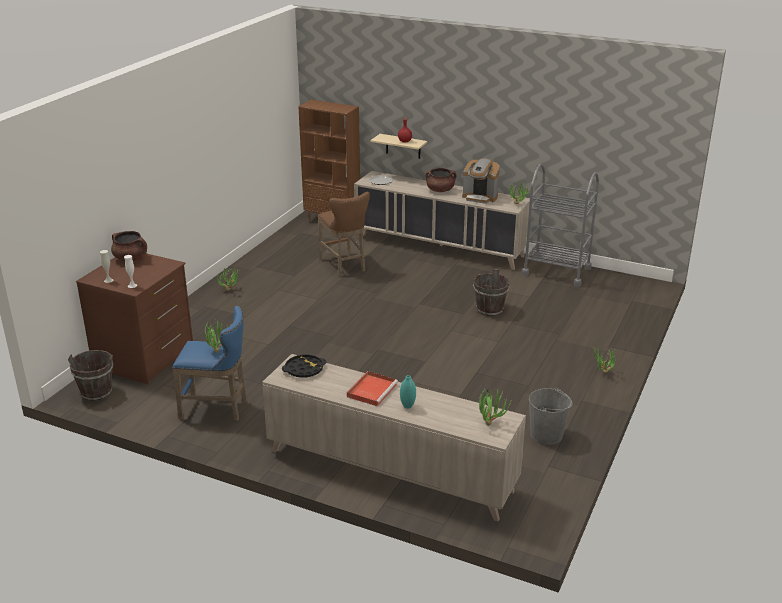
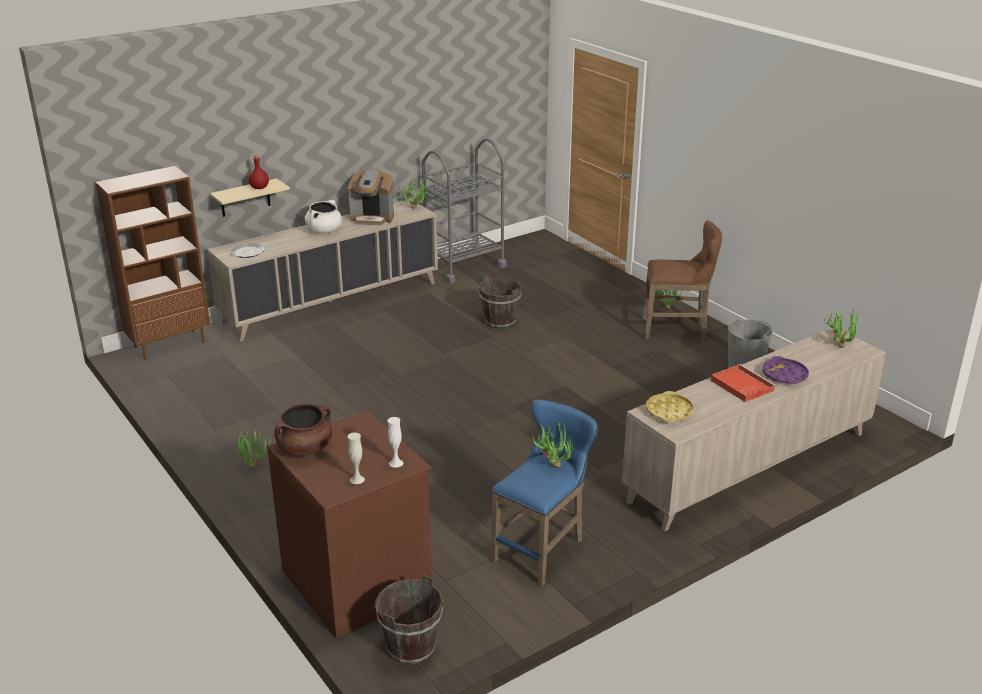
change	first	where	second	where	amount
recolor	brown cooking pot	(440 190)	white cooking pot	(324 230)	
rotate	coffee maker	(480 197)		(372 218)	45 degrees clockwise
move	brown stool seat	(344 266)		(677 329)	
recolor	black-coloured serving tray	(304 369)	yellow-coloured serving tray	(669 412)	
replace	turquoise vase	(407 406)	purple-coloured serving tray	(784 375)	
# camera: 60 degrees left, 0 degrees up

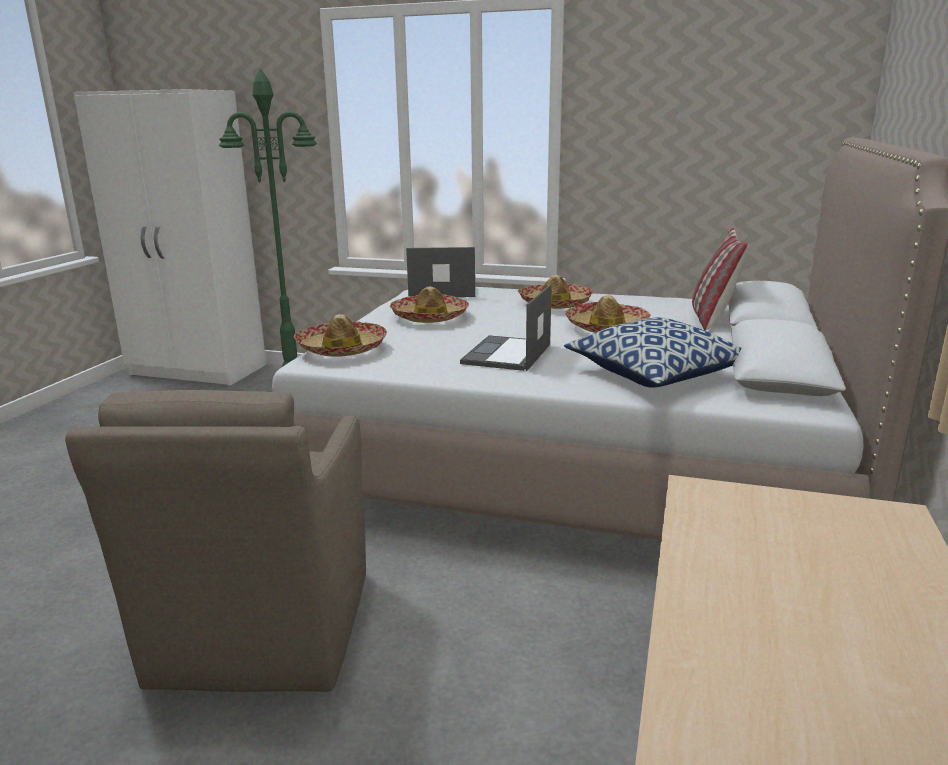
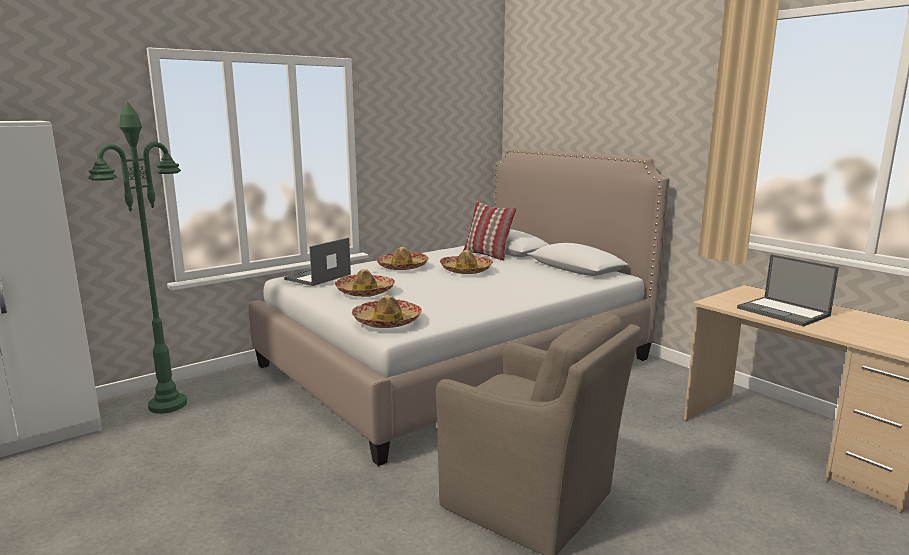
change	first	where	second	where	amount
move	laptop	(507 354)		(784 312)	
delete	pillow	(656 375)			
# camera: 55 degrees left, 5 degrees down

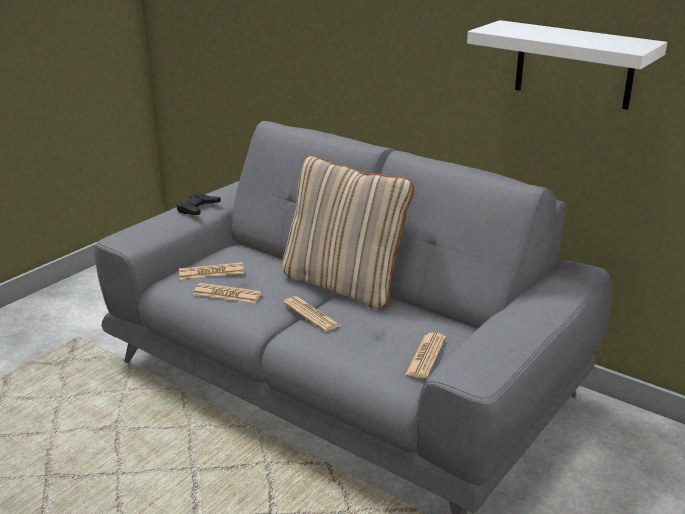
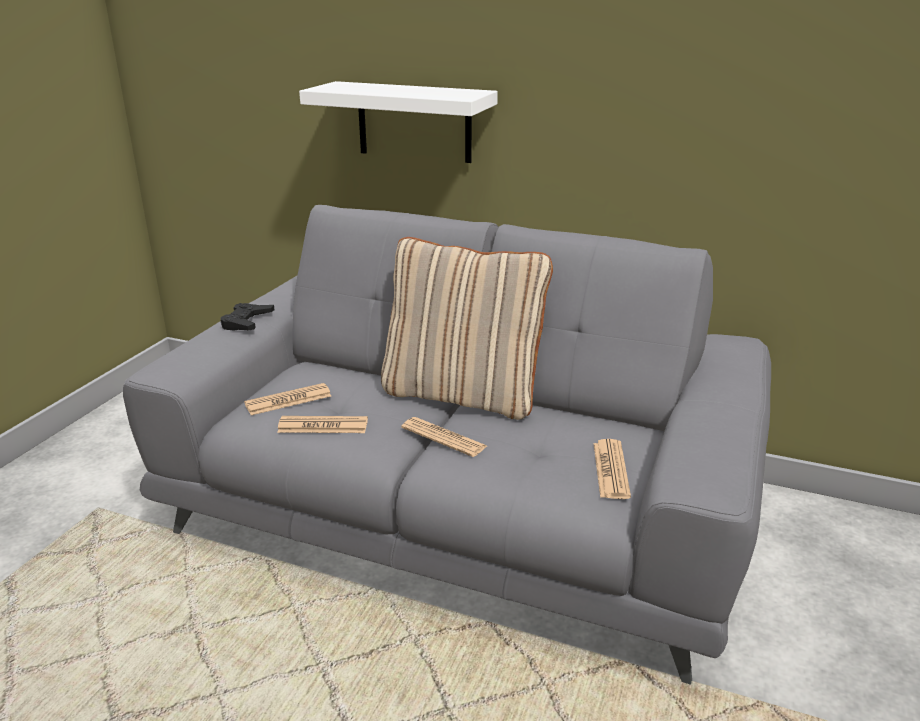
change	first	where	second	where	amount
move	white wall shelf	(574 65)		(414 122)	
# camera: 15 degrees left, 0 degrees up

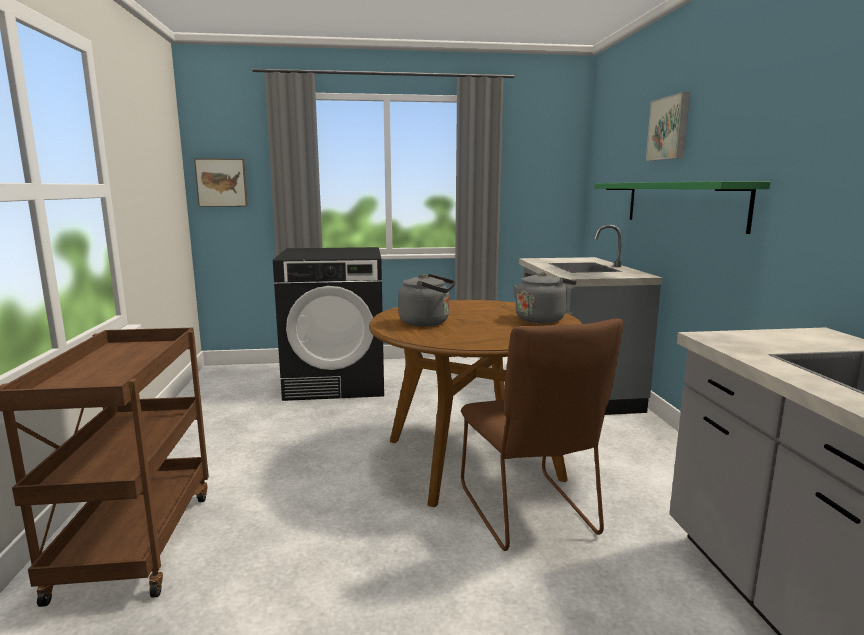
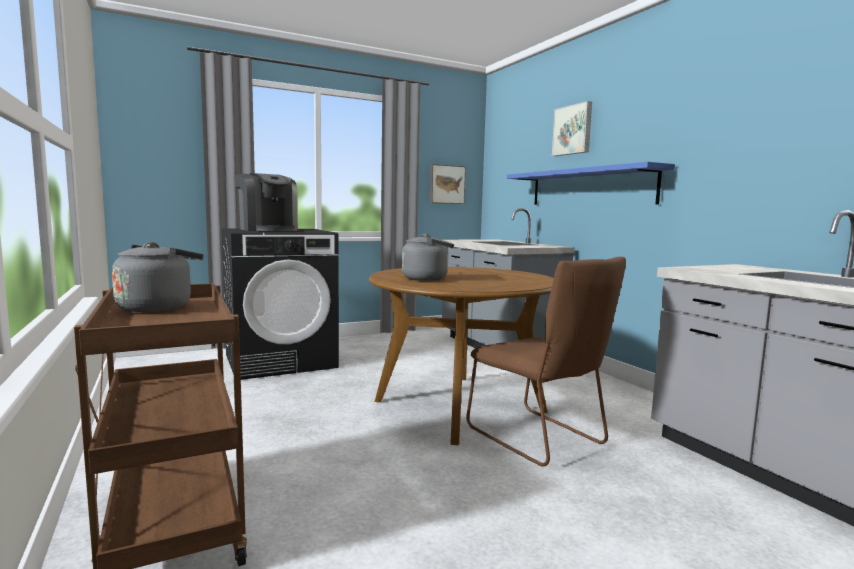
change	first	where	second	where	amount
move	gray tea kettle	(541 319)		(158 307)	
insert			coffee maker	(267 230)	
move	wall art	(222 182)		(446 184)	
recolor	green-coloured wall shelf	(681 204)	blue wall shelf	(589 187)	
# camera: 20 degrees left, 5 degrees down

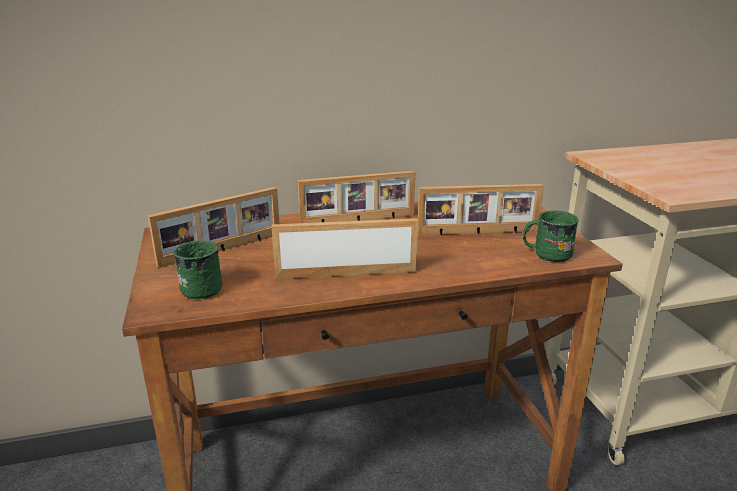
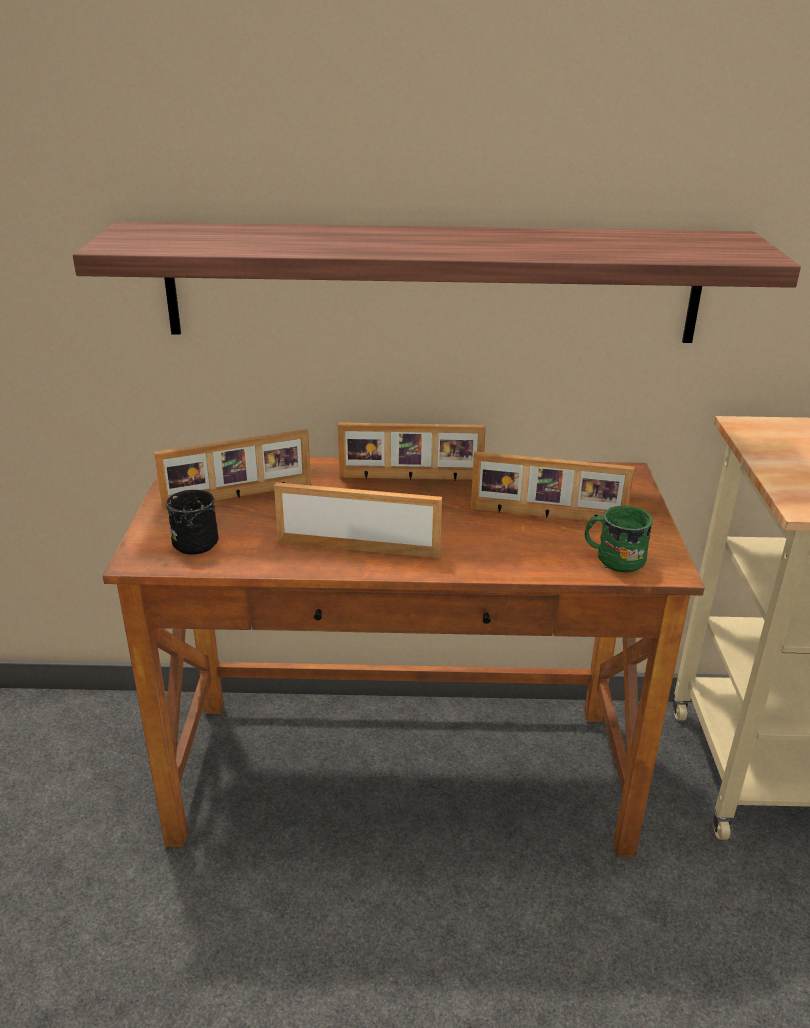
change	first	where	second	where	amount
insert			wall shelf	(432 283)	
recolor	green-coloured mug	(204 286)	black-coloured mug	(200 540)	
# camera: 15 degrees right, 5 degrees up

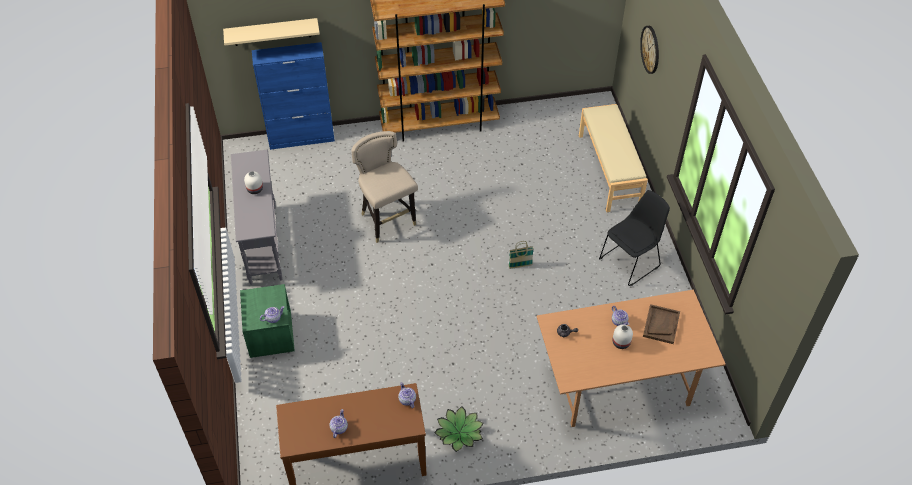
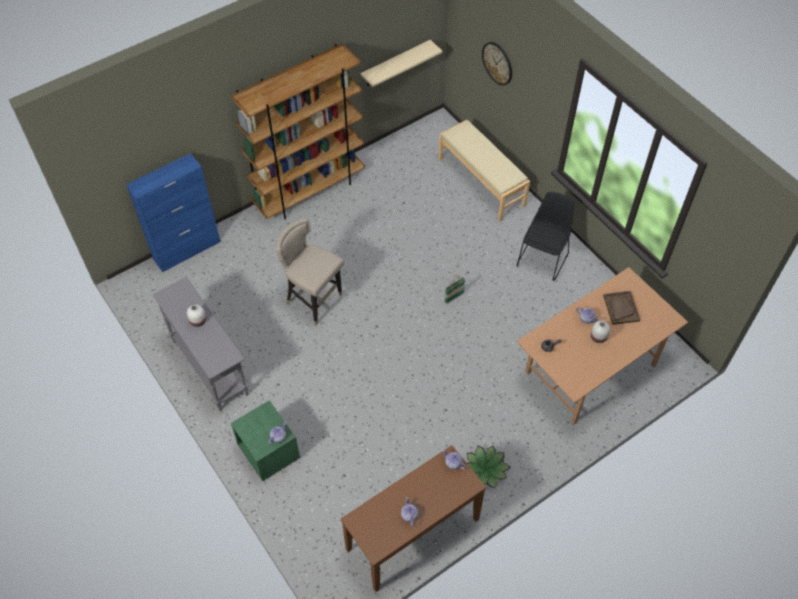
change	first	where	second	where	amount
move	beige wall shelf	(272 32)		(395 64)	
# camera: 25 degrees left, 5 degrees up

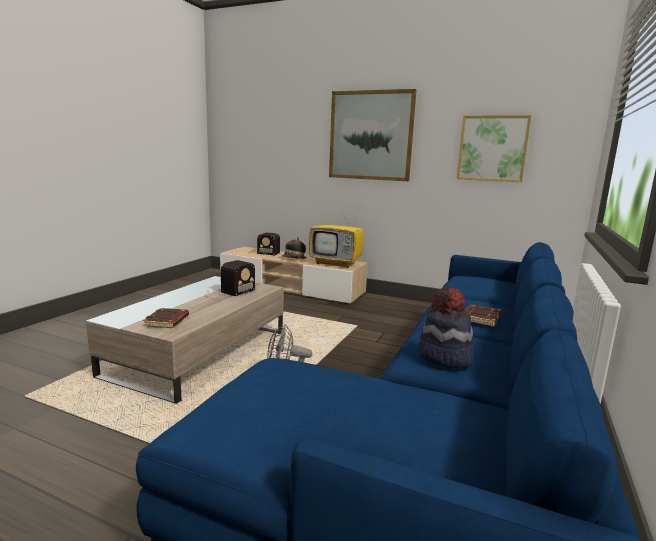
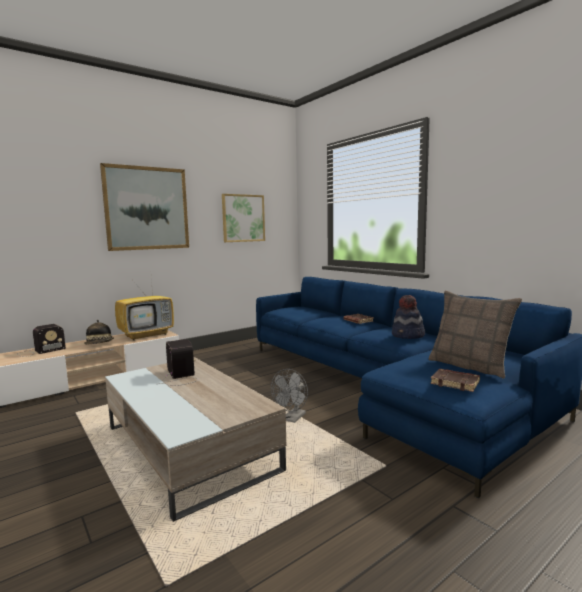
change	first	where	second	where	amount
insert			pillow	(470 366)	
move	brown volume	(167 321)		(456 383)	
# camera: 60 degrees left, 5 degrees down

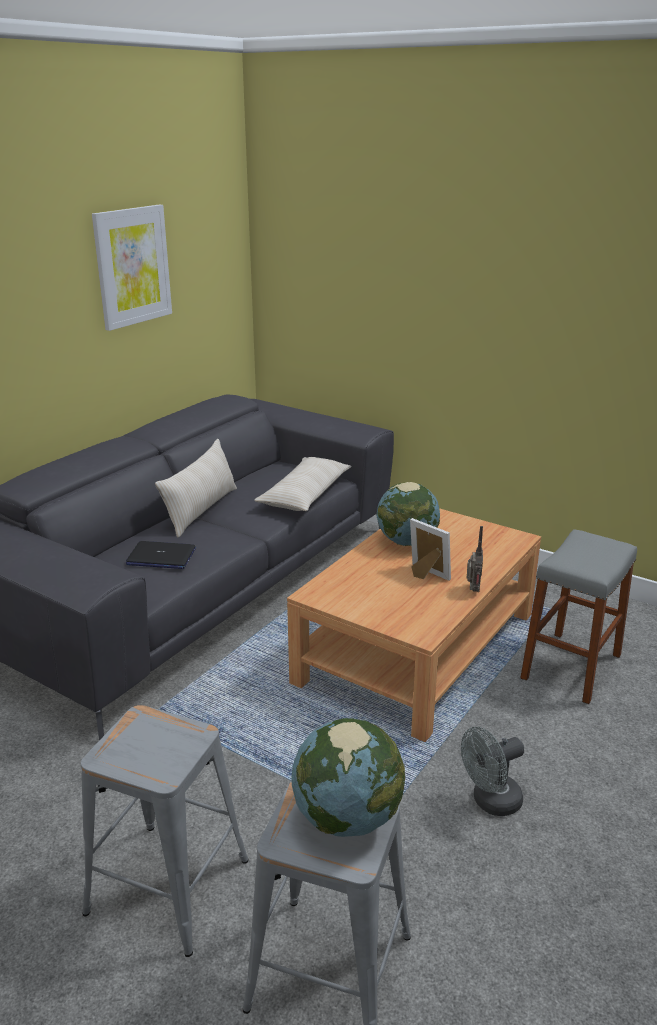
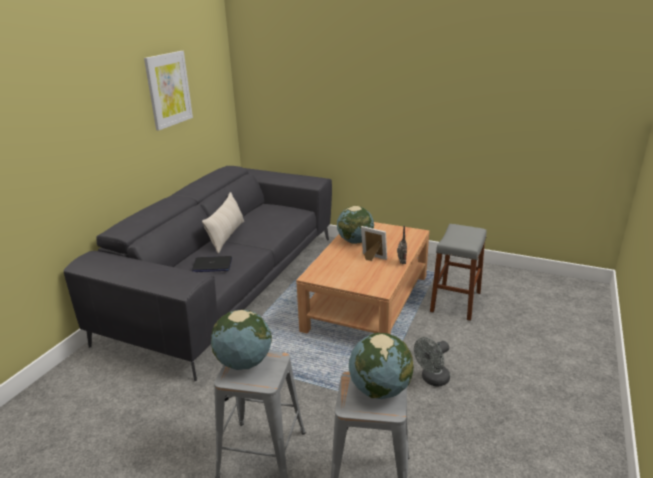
change	first	where	second	where	amount
insert			desk globe	(243 362)	
delete	beige pillow	(305 494)			
# camera: 10 degrees left, 0 degrees up

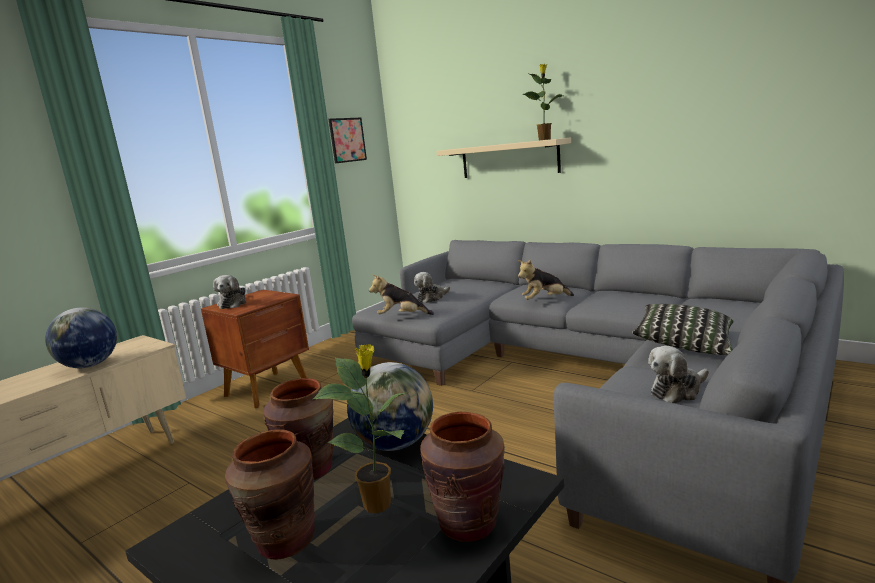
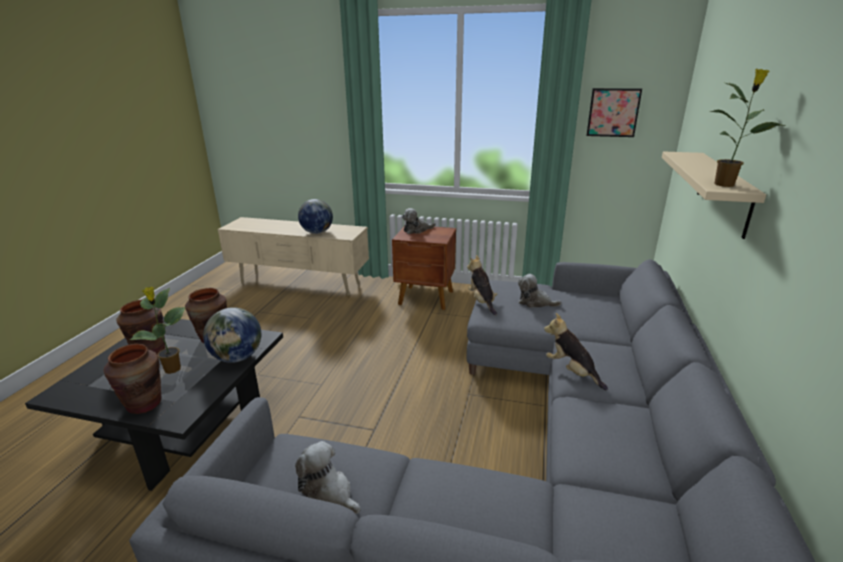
change	first	where	second	where	amount
delete	pillow	(684 344)			
# camera: 65 degrees right, 10 degrees up

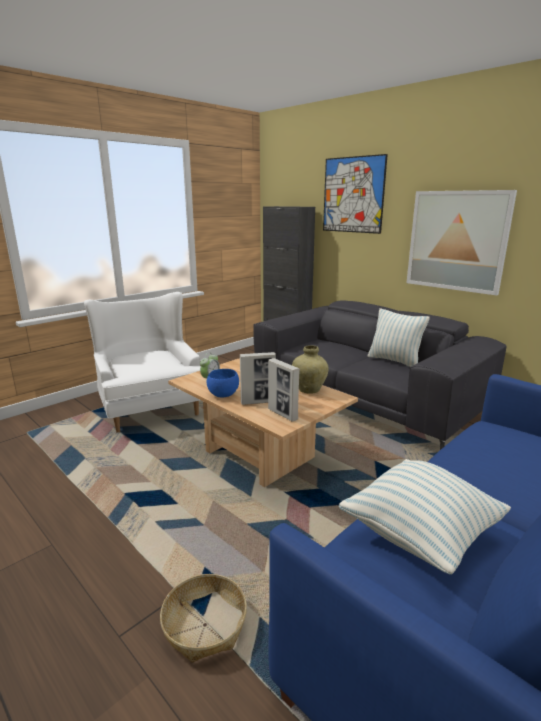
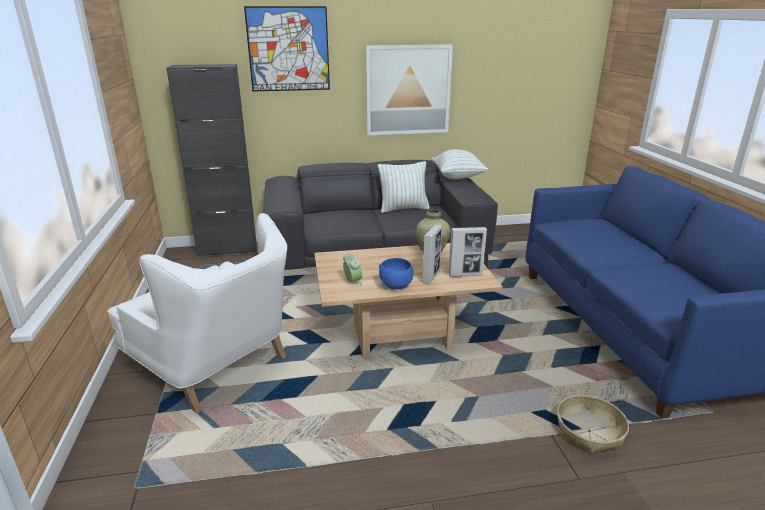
change	first	where	second	where	amount
rotate	white easy chair	(150 407)		(215 365)	150 degrees counterclockwise
move	pillow	(420 535)		(457 177)	
# camera: 55 degrees left, 5 degrees up

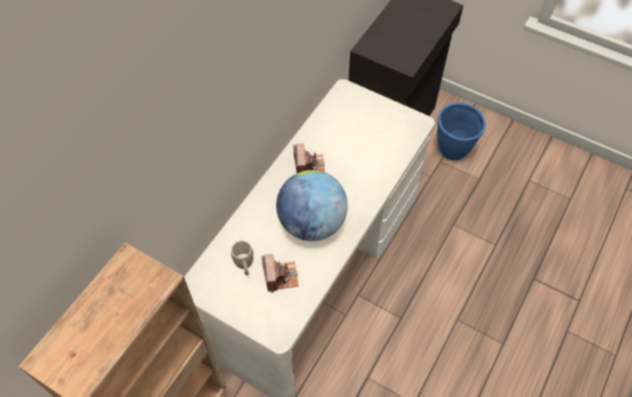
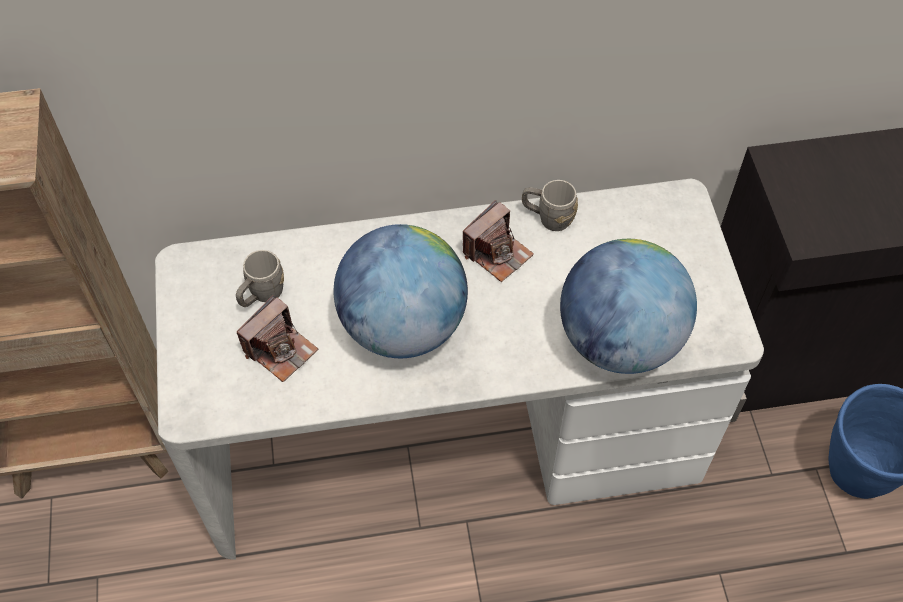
change	first	where	second	where	amount
insert			gray mug	(547 217)	
insert			desk globe	(619 340)	
# camera: 50 degrees right, 0 degrees up

